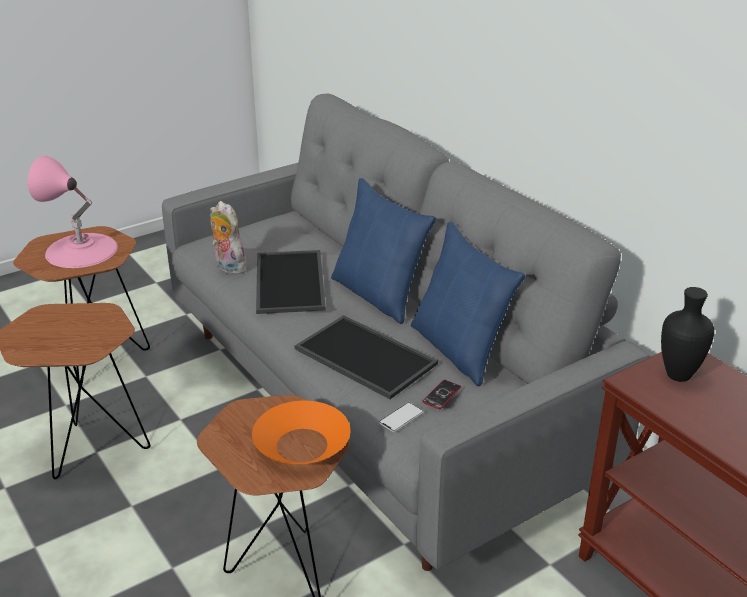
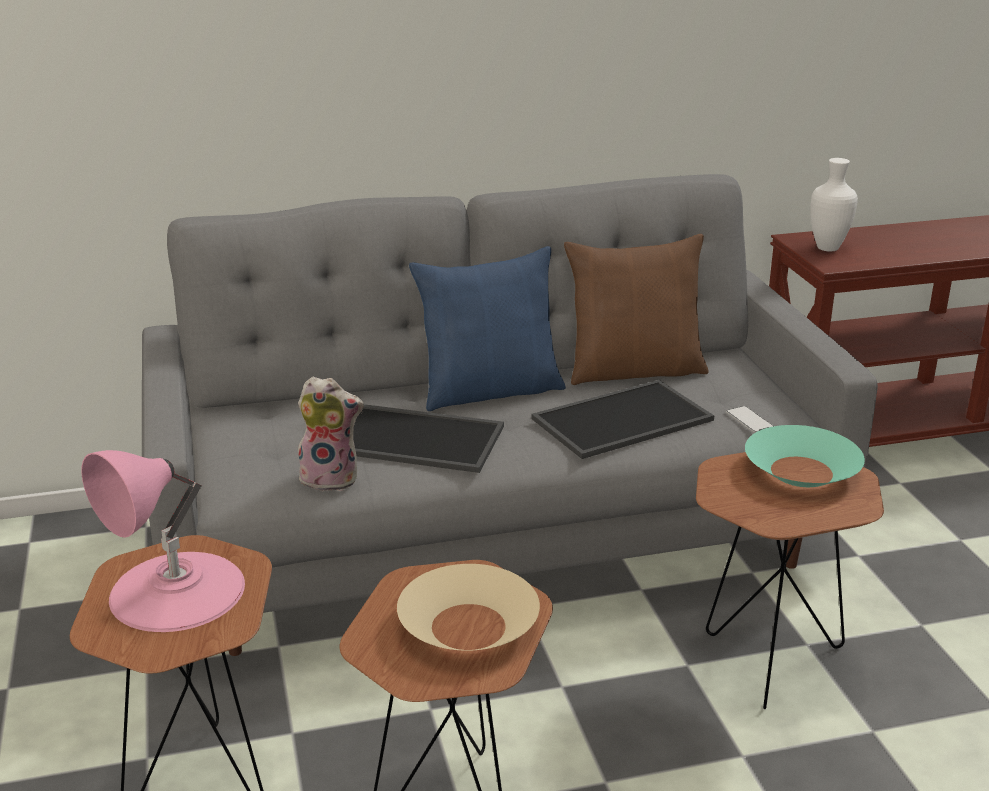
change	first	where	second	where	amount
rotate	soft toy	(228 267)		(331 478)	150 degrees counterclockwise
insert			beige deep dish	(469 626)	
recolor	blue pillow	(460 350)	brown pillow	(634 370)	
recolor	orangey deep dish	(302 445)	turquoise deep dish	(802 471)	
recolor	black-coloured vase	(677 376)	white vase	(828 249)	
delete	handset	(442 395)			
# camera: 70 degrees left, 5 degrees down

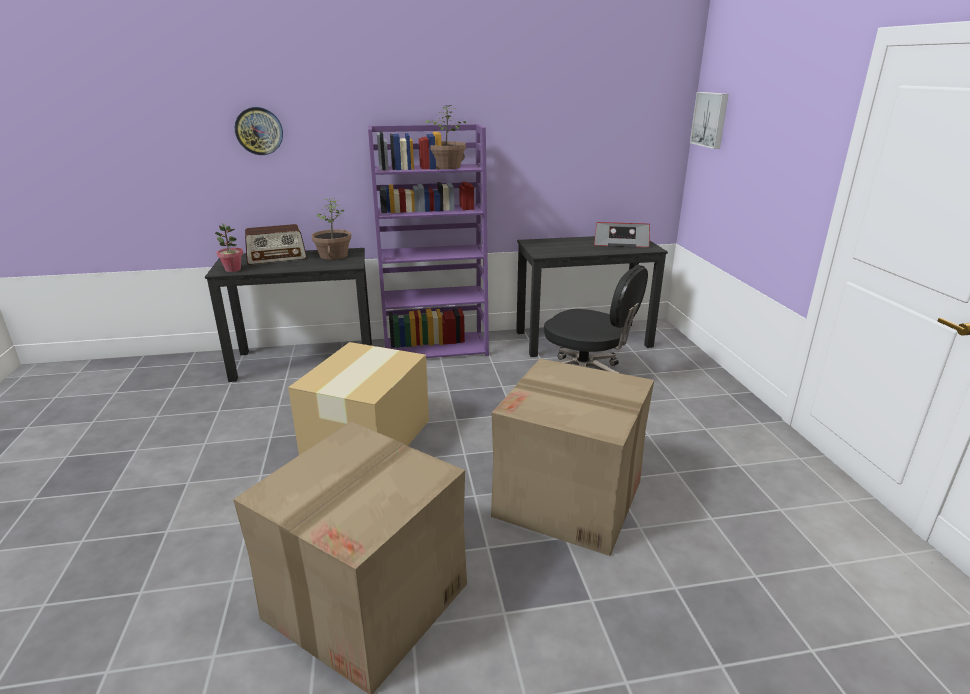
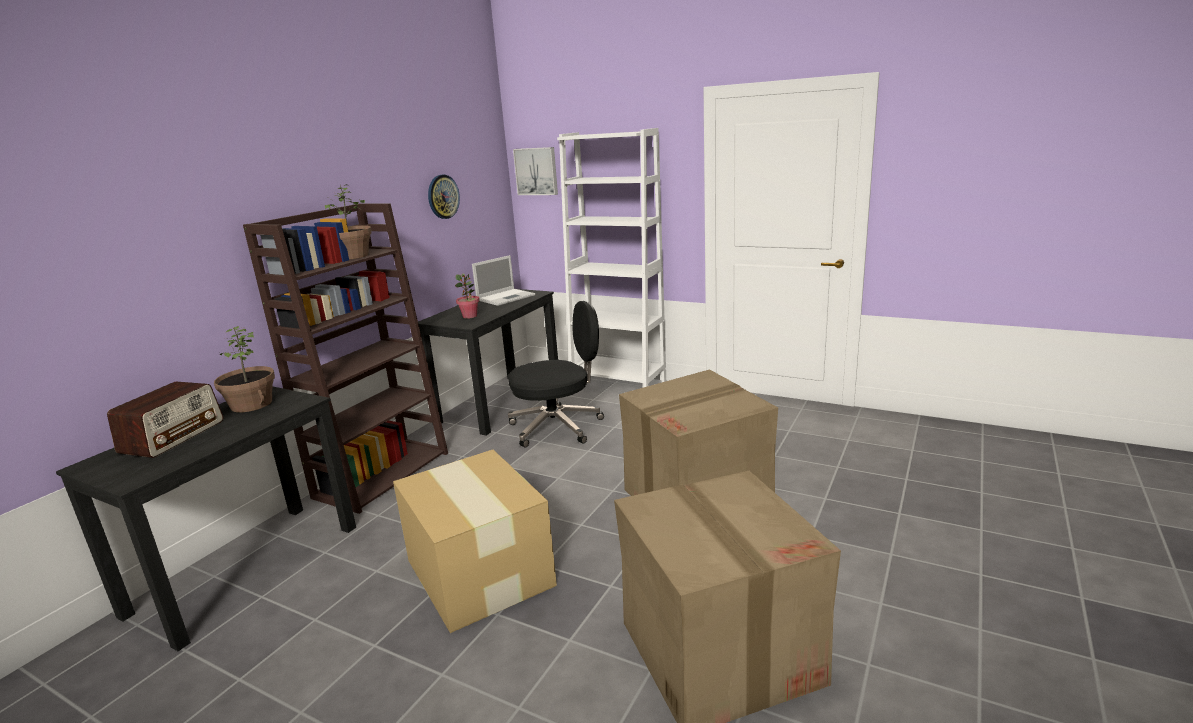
change	first	where	second	where	amount
recolor	purple-coloured bookcase	(436 347)	brown bookcase	(383 474)	
move	hanging clock	(259 131)		(443 196)	
move	houseplant	(233 269)		(470 316)	
replace	radio	(620 243)	laptop	(506 297)	
insert			white bookcase	(618 386)	
# camera: 50 degrees left, 5 degrees down

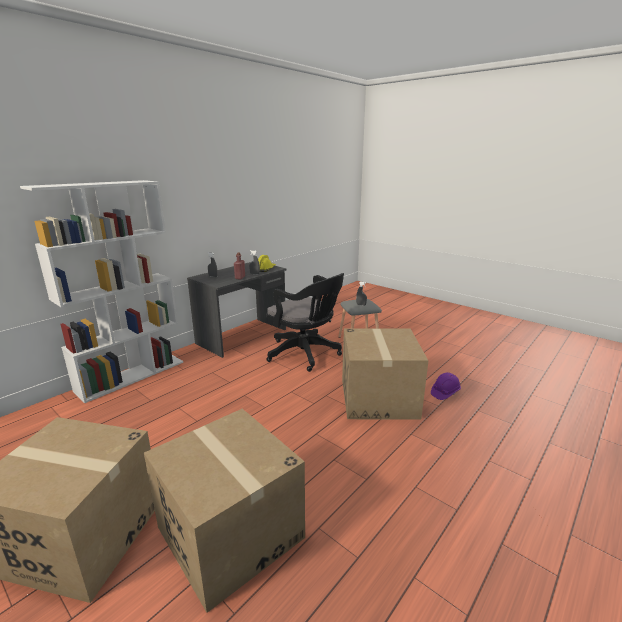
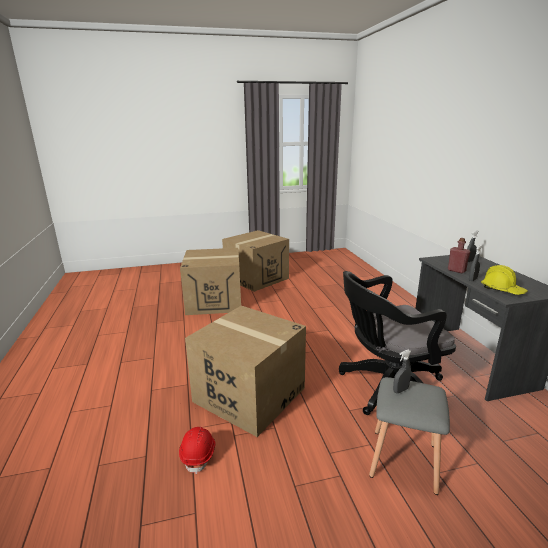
change	first	where	second	where	amount
recolor	purple-coloured work helmet	(445 392)	reddish work helmet	(199 454)	
delete	white bookcase	(131 375)			
# camera: 125 degrees right, 0 degrees up

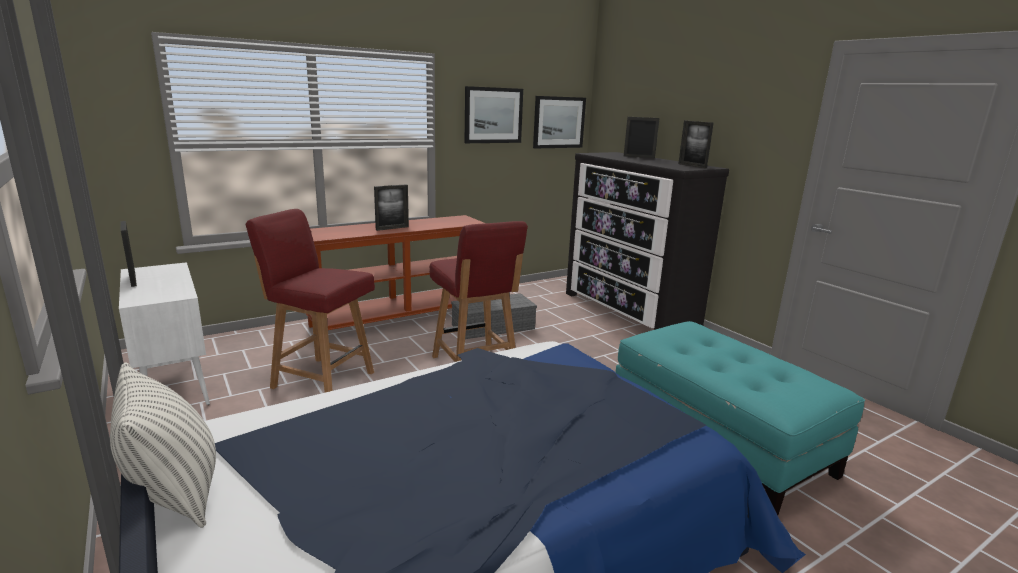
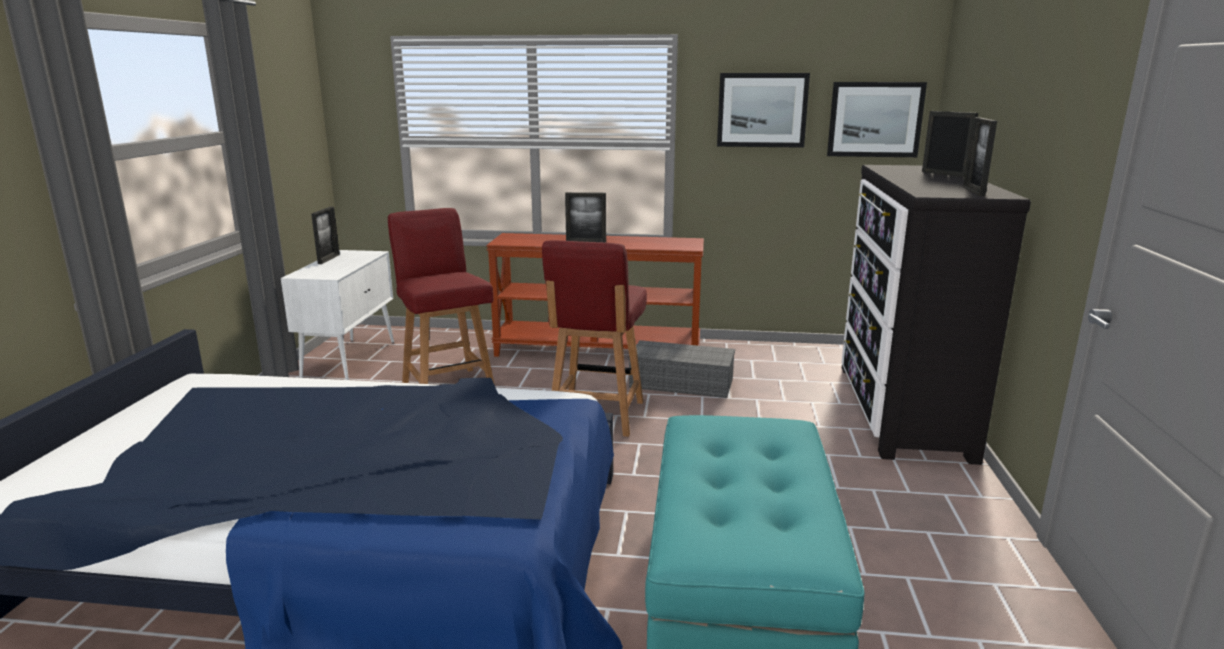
change	first	where	second	where	amount
delete	pillow	(174 493)			
# camera: 40 degrees right, 0 degrees up

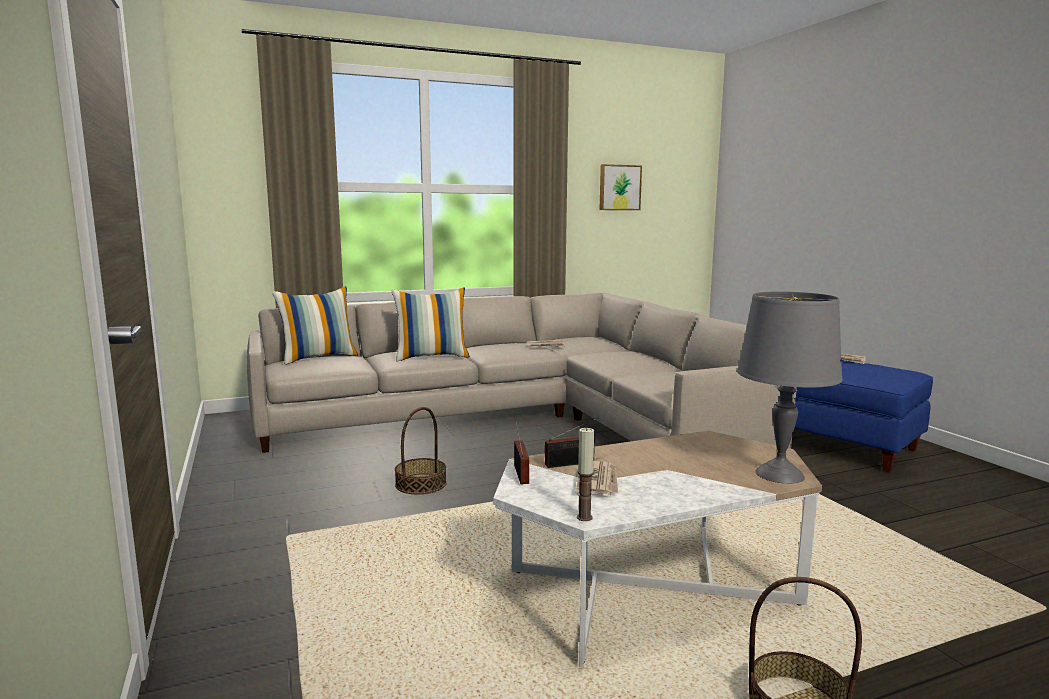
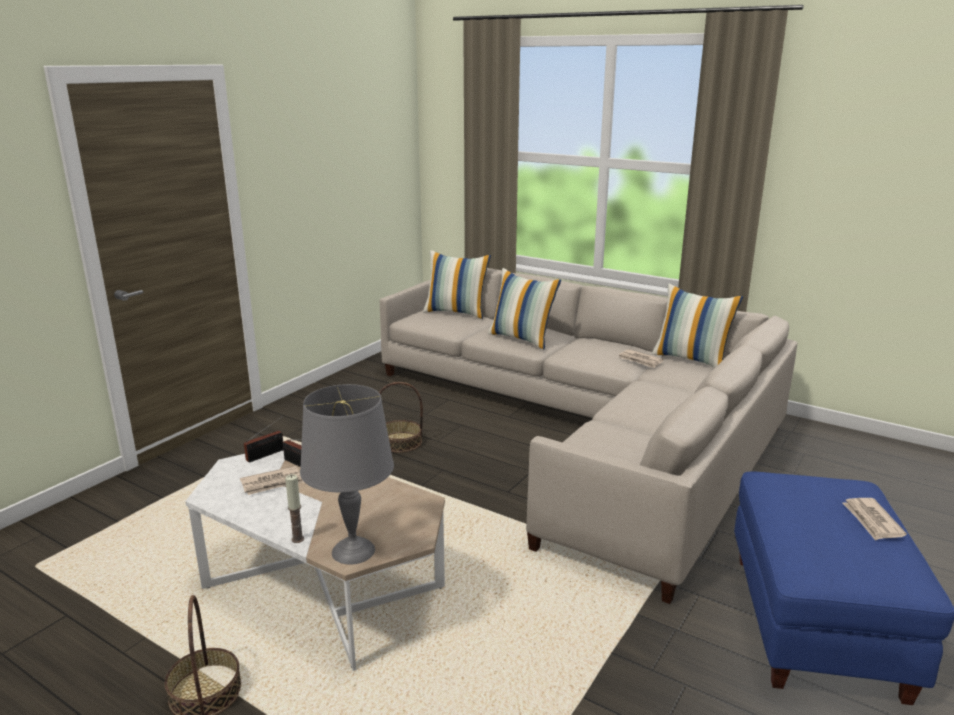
change	first	where	second	where	amount
move	wax candle	(584 517)		(297 539)	
insert			pillow	(691 359)	
delete	wall art	(619 187)			
# camera: 55 degrees right, 10 degrees up

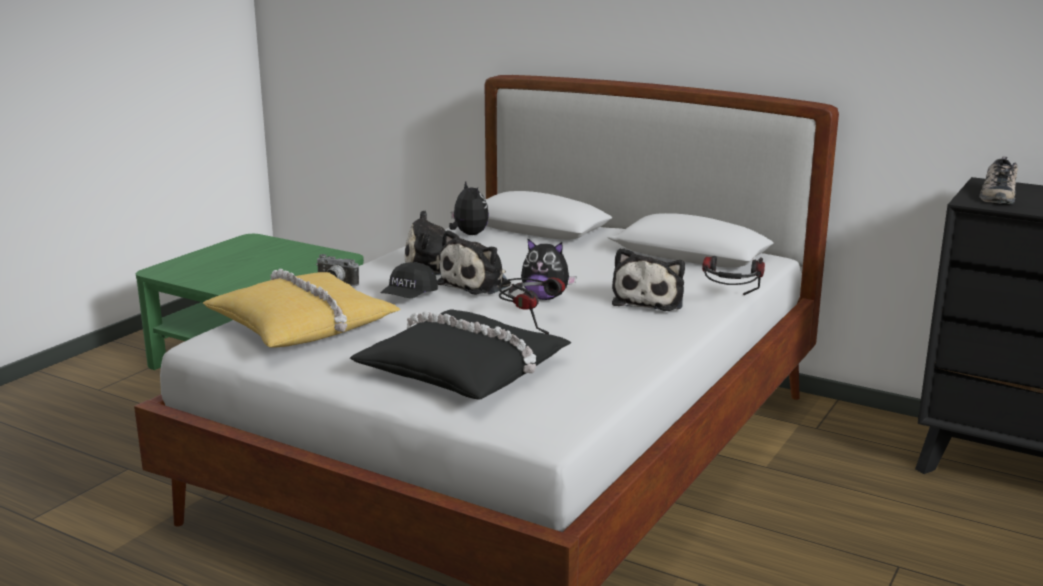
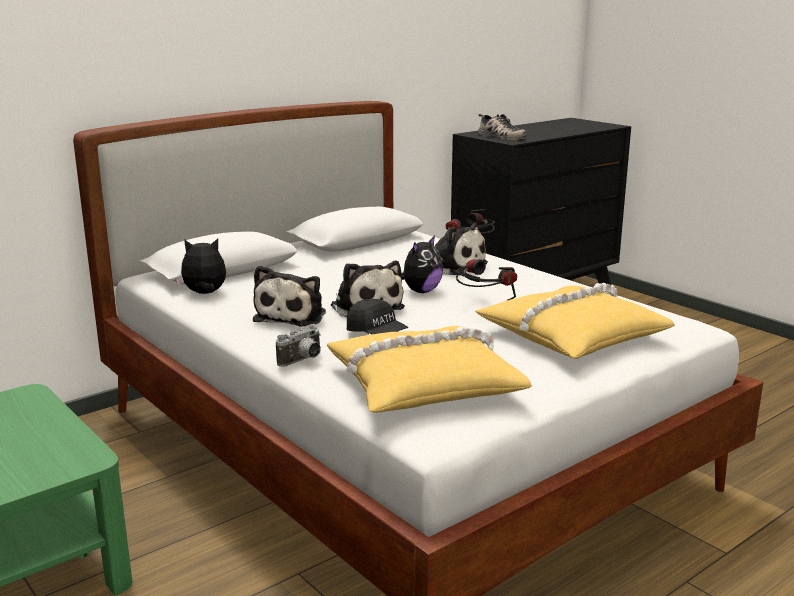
change	first	where	second	where	amount
recolor	black-coloured pillow	(464 370)	yellow-coloured pillow	(571 336)	
# camera: 70 degrees left, 0 degrees up

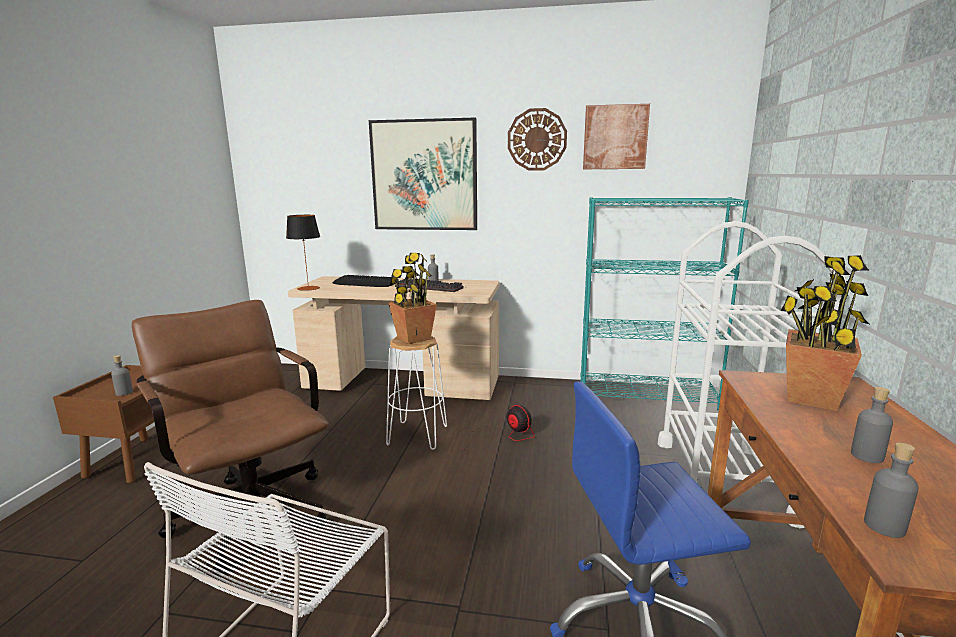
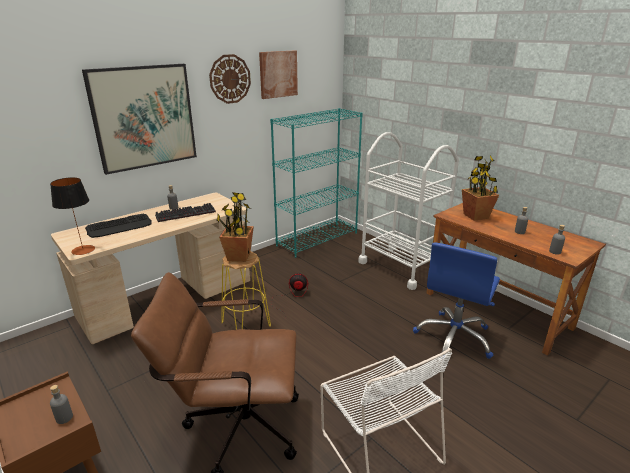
change	first	where	second	where	amount
recolor	white stool seat	(417 435)	yellow-coloured stool seat	(245 324)	
# camera: 50 degrees left, 10 degrees up

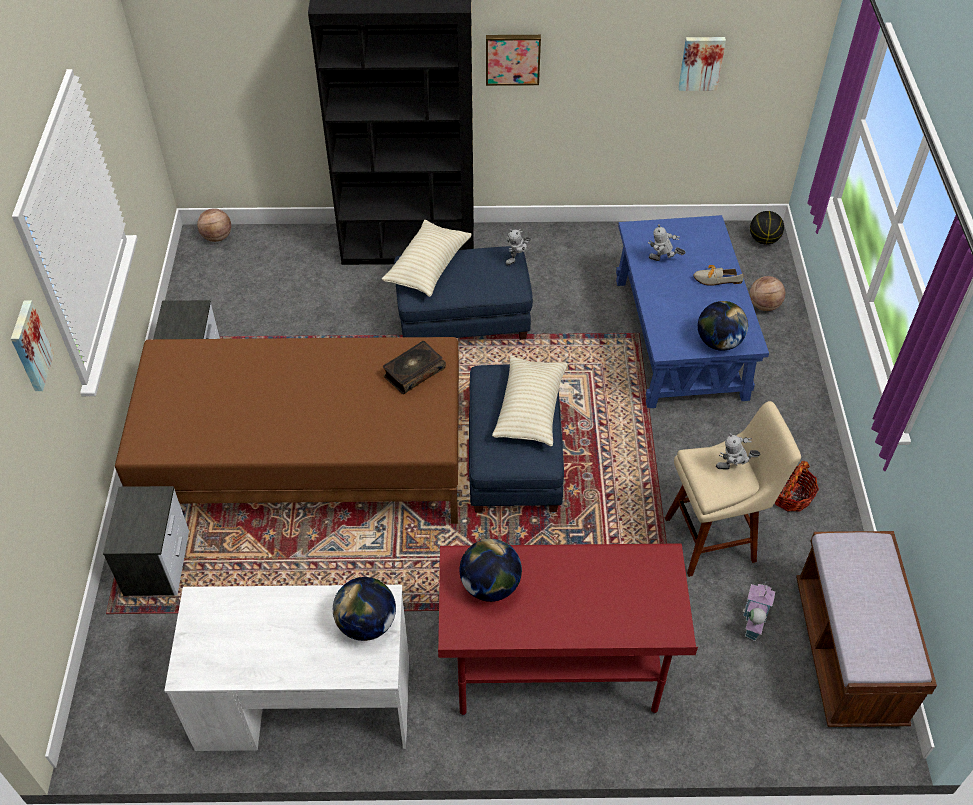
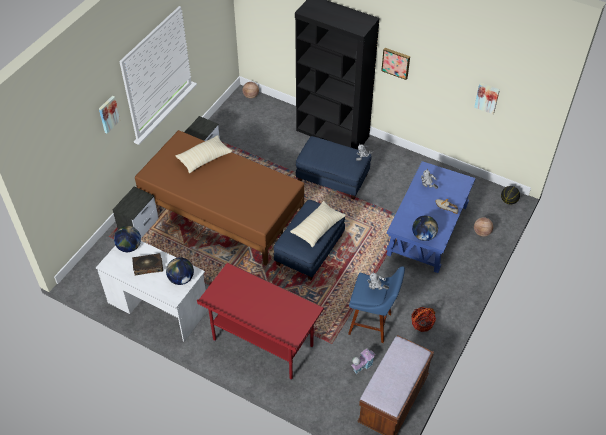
change	first	where	second	where	amount
move	desk globe	(490 586)		(129 247)	
move	volume	(413 372)		(148 266)	
move	beige pillow	(428 267)		(204 159)	
recolor	beige stool seat	(715 538)	blue stool seat	(372 324)	
# camera: 30 degrees right, 0 degrees up

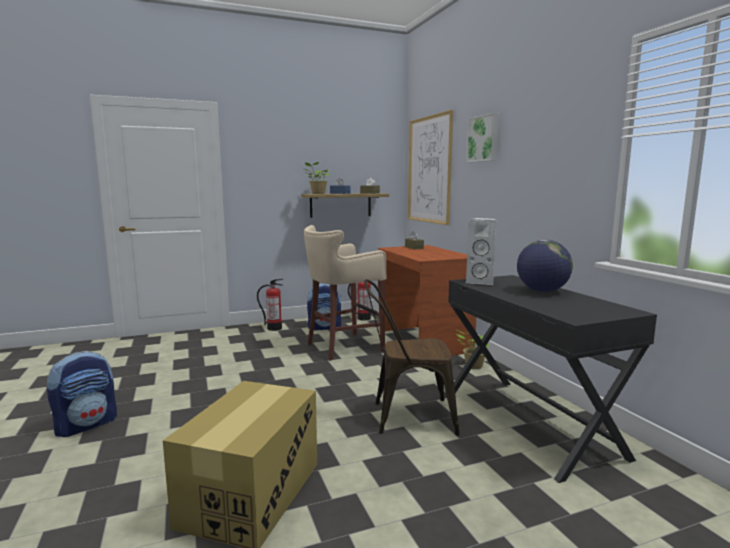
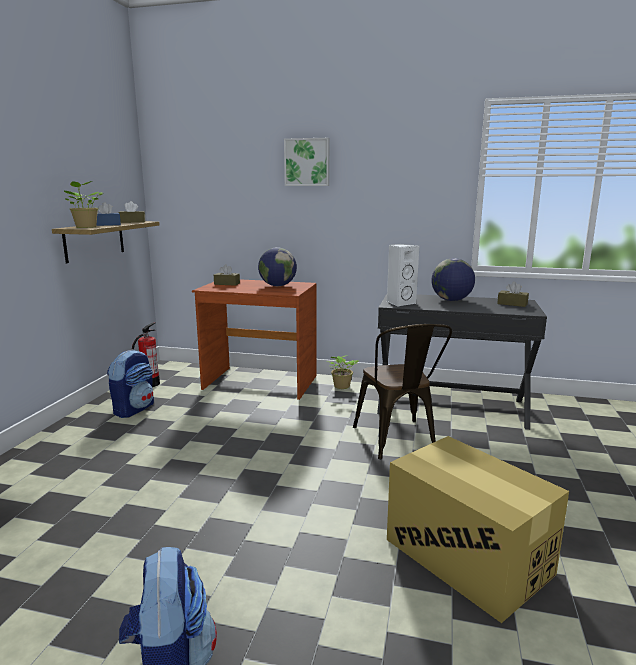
change	first	where	second	where	amount
insert			desk globe	(277 286)	
rotate	brown plain chair	(406 416)		(398 442)	45 degrees counterclockwise
insert			brown box of tissues	(512 304)	
delete	extinguisher	(274 328)			
delete	beige stool seat	(342 347)			
delete	wall art	(429 170)			
# camera: 55 degrees left, 5 degrees up

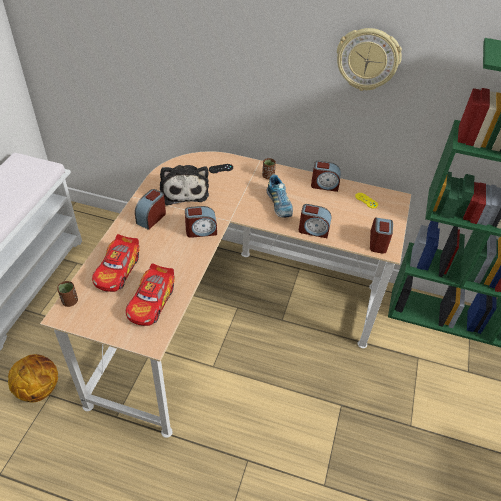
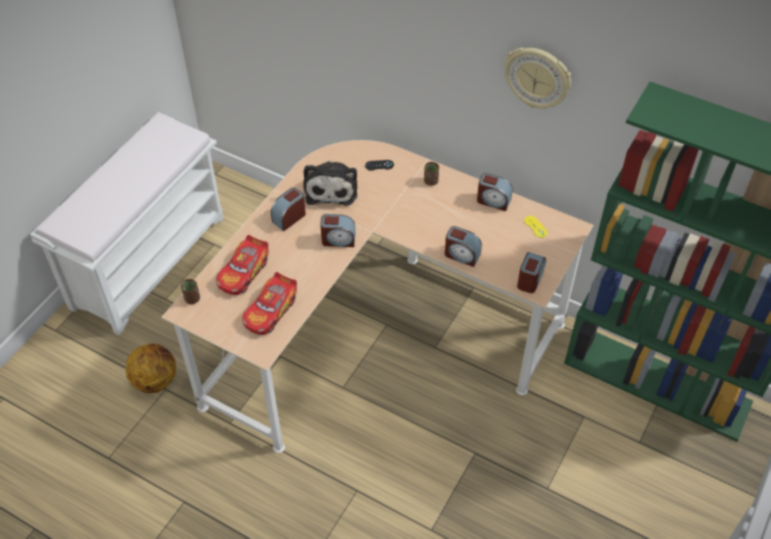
change	first	where	second	where	amount
delete	low shoe	(279 204)			
# camera: 15 degrees right, 5 degrees up

